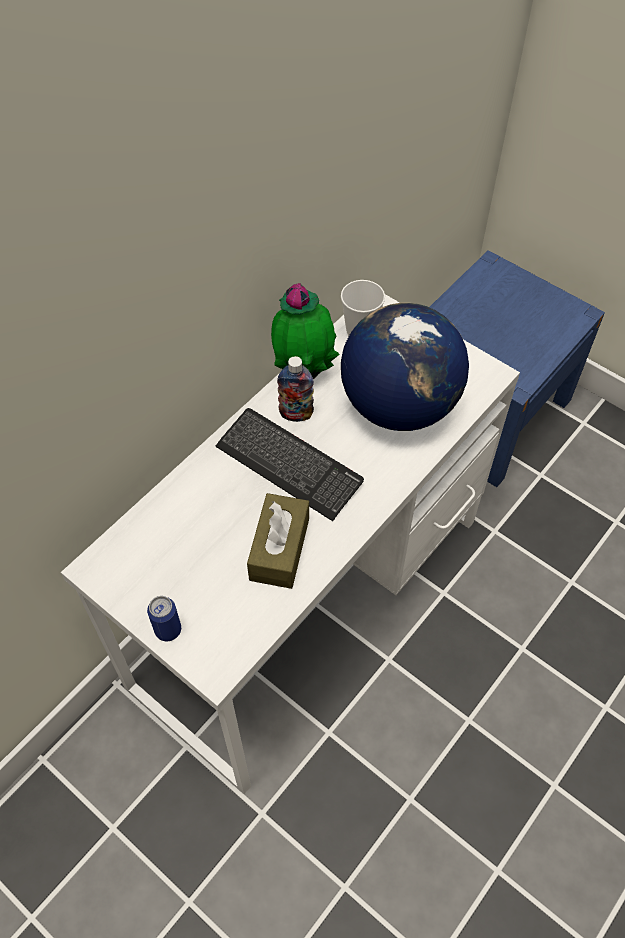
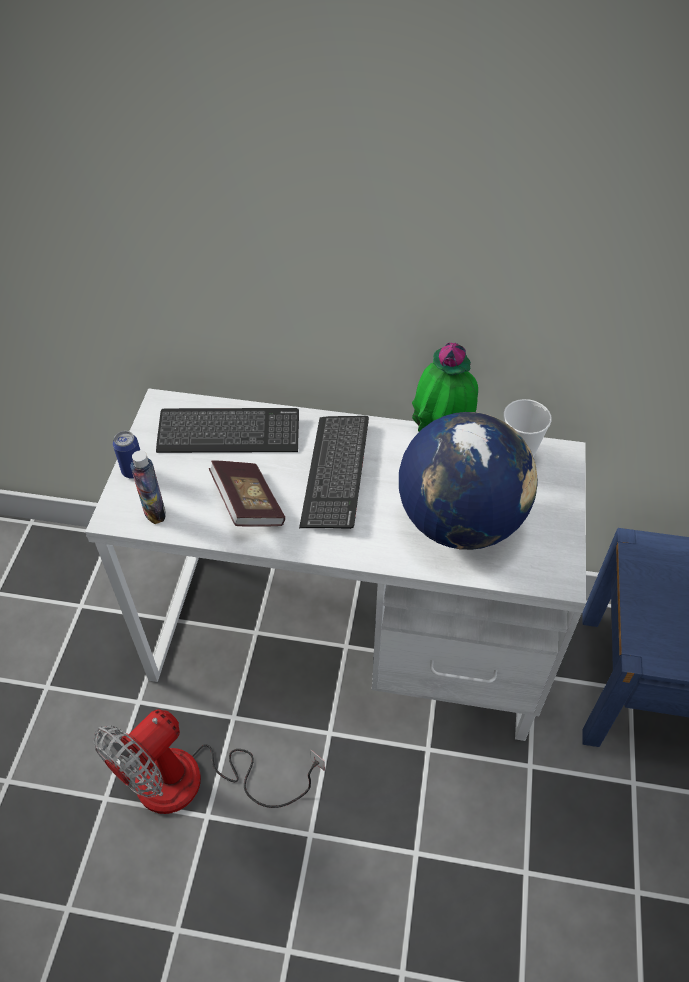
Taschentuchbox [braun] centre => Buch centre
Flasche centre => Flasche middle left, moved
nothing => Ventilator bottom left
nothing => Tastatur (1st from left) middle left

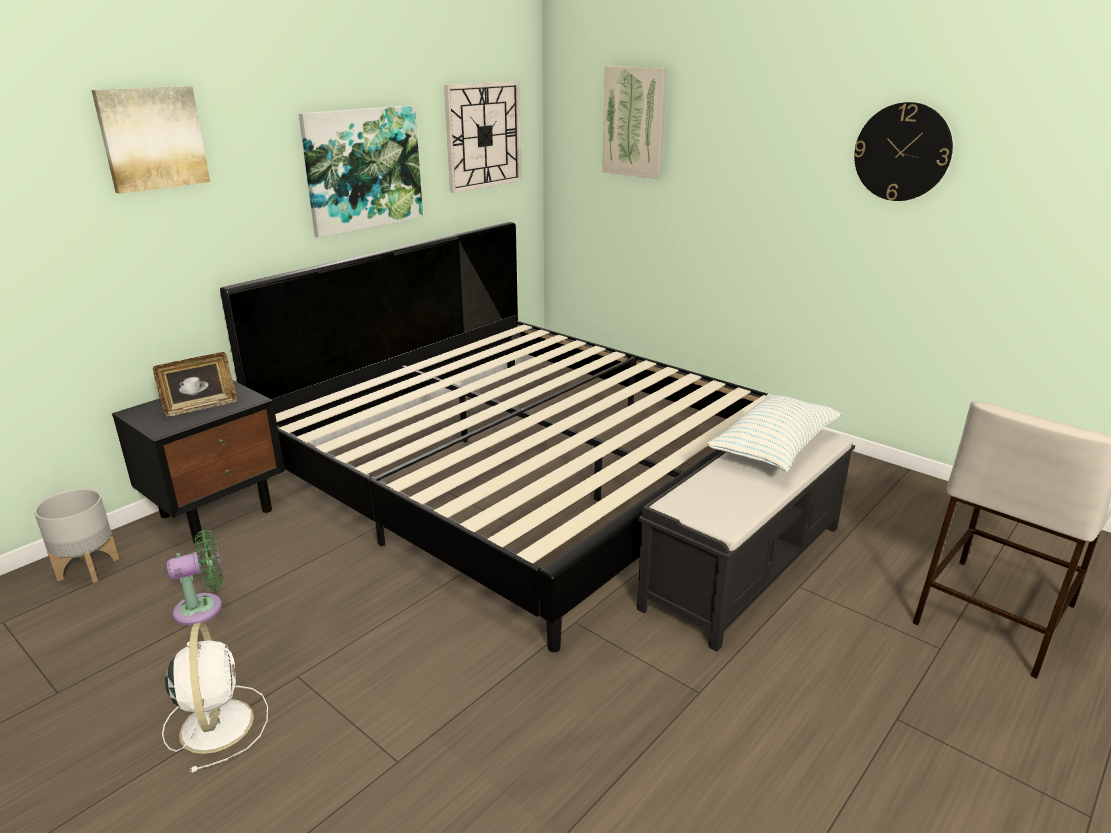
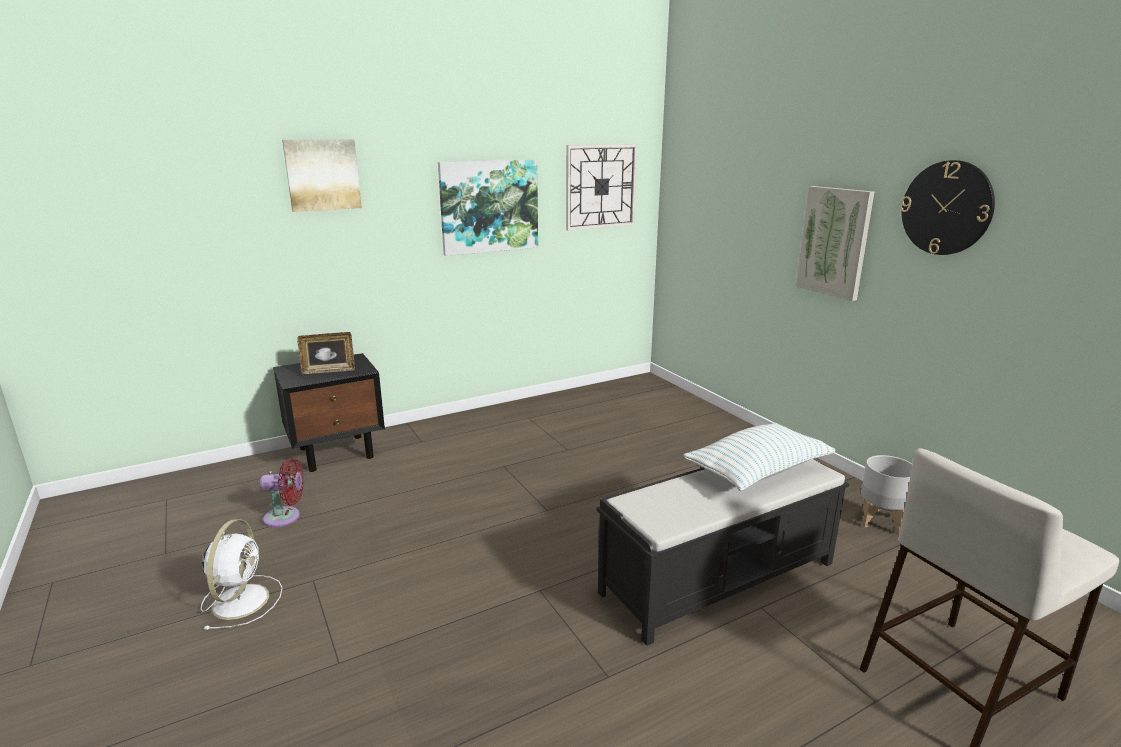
Pflanzkübel [grau] middle left => Pflanzkübel [grau] middle right, moved
Ventilator [grün] bottom left => Ventilator [rot] middle left
Bett centre => nothing
Bild (3rd from left) top centre => Bild (3rd from left) top right, moved

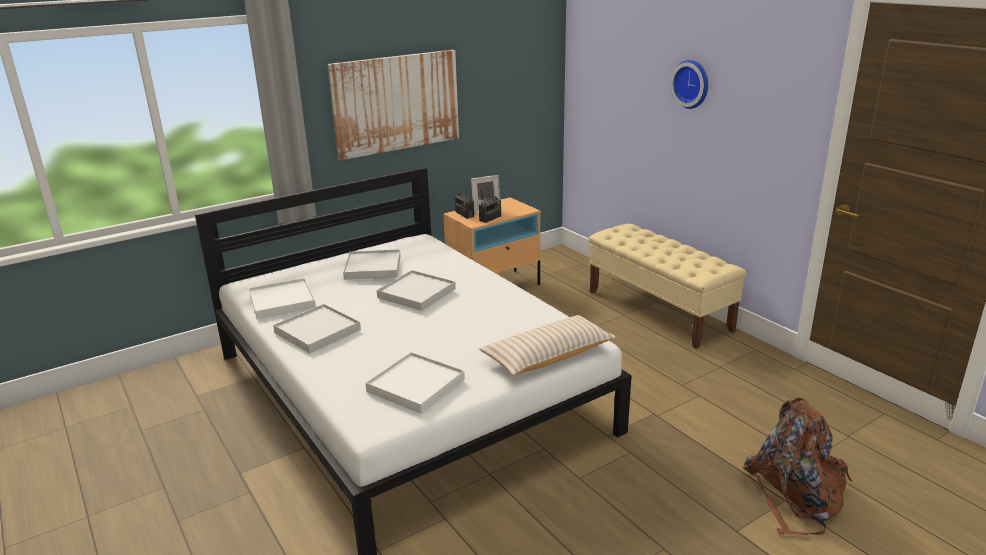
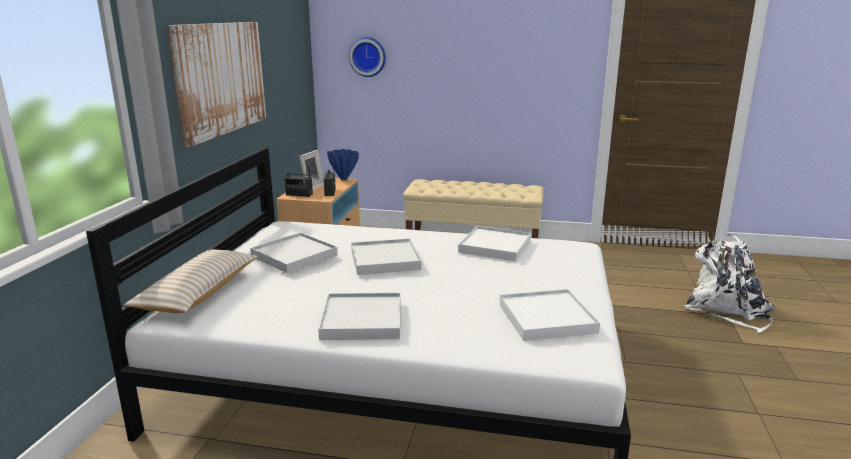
Tablett [weiß] (1st from left in the first image) middle left => Tablett [weiß] (4th from left) centre, moved
Kissen [beige] centre => Kissen [beige] middle left, moved
Wanduhr top right => Wanduhr top centre, moved
Rucksack [braun] bottom right => Rucksack [weiß] middle right
nothing => Vase [blau] centre

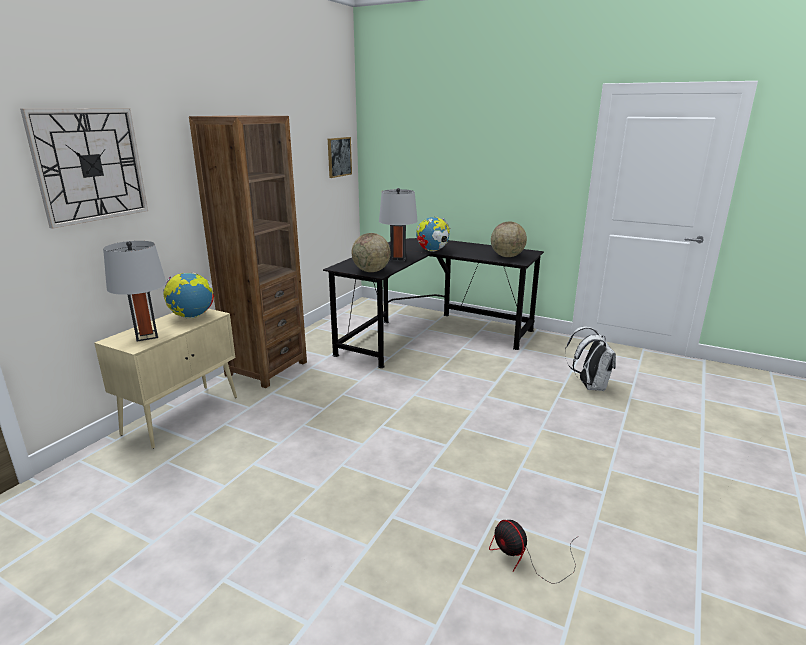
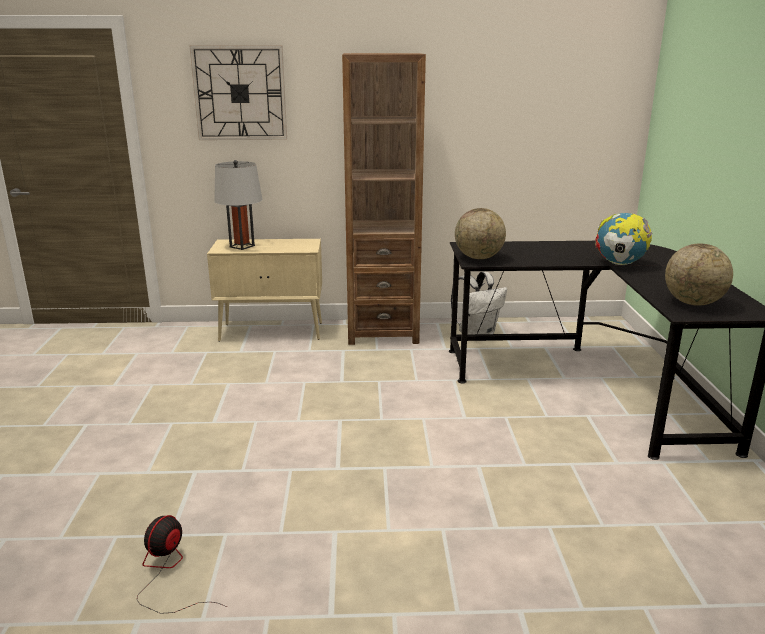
Globus (1st from left) middle left => nothing
Bild top centre => nothing
Tischlampe [grau] (2nd from left) centre => nothing
Rucksack [weiß] middle right => Rucksack [weiß] centre, moved

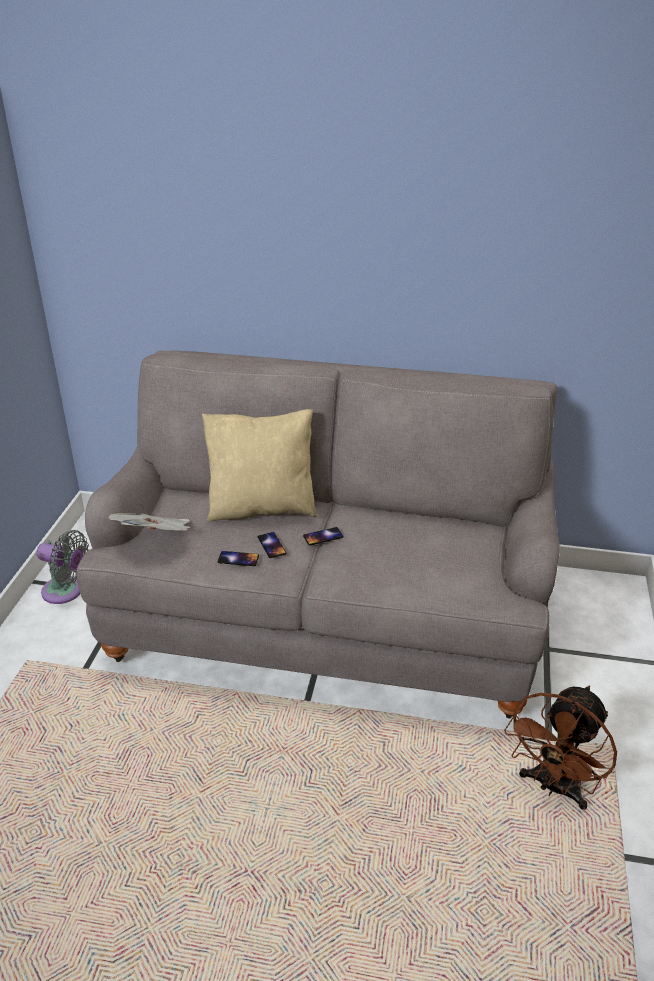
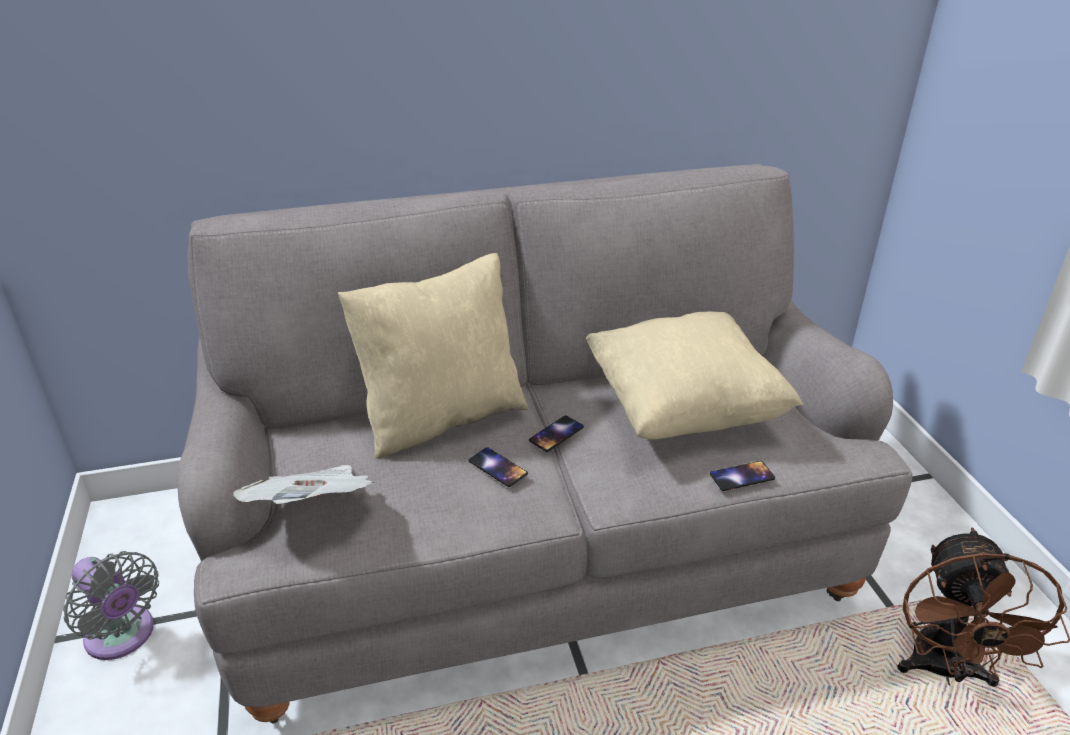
Ventilator [grau] middle left => Ventilator [grau] bottom left, 45 degrees clockwise
Handy (1st from left in the first image) centre => Handy (3rd from left) middle right, moved
nothing => Kissen [beige] (2nd from left) centre

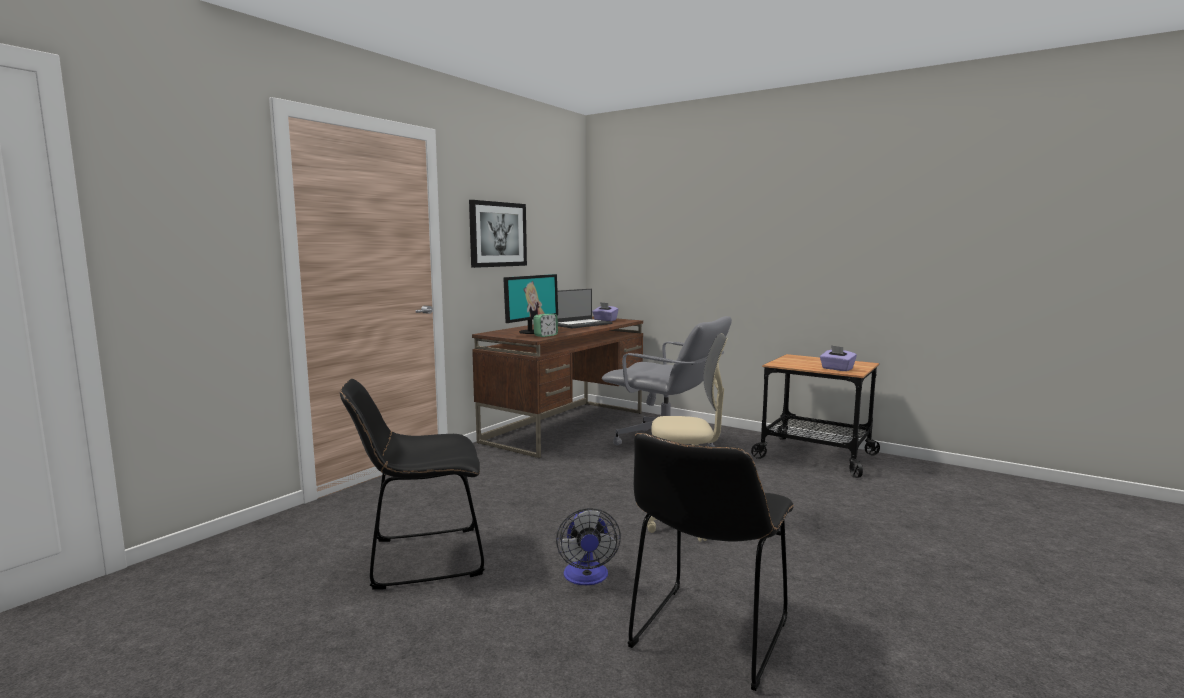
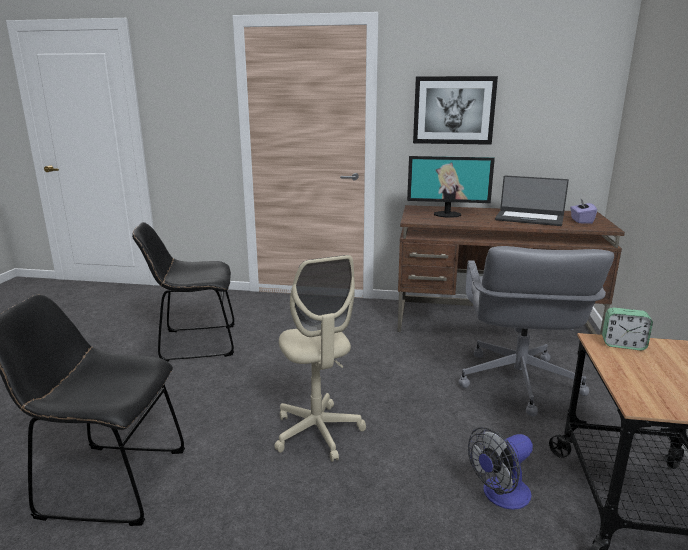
Stuhl [schwarz] (1st from left in the first image) bottom centre => Stuhl [schwarz] (2nd from left) middle left, 60 degrees counterclockwise
Wecker centre => Wecker middle right, moved
Ventilator bottom centre => Ventilator bottom right, moved
Taschentuchbox [lila] (2nd from left) middle right => nothing

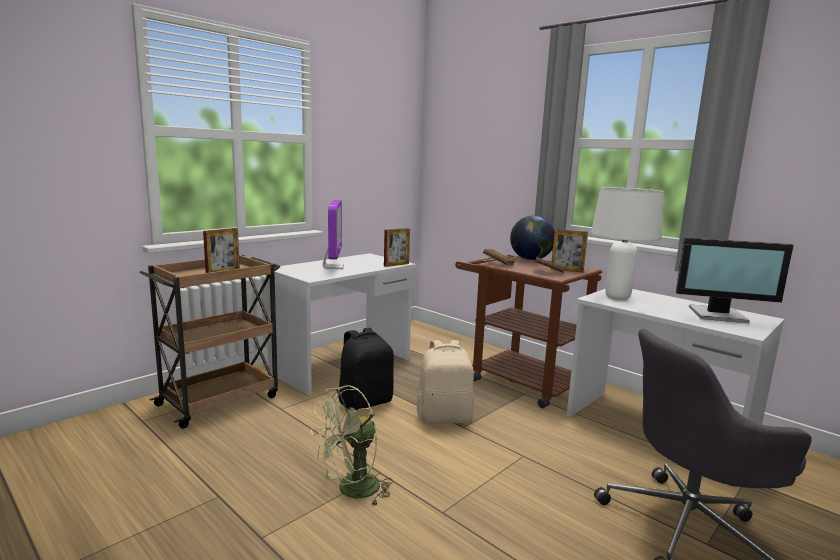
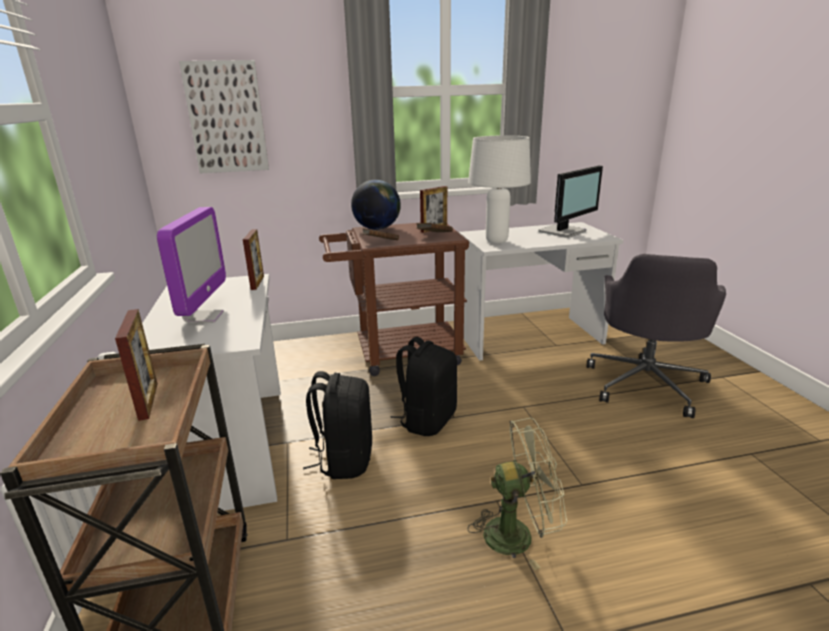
Ventilator [grün] bottom centre, 90 degrees counterclockwise
Monitor (1st from left) centre => Monitor (1st from left) middle left, 60 degrees clockwise
Rucksack [beige] bottom centre => Rucksack [schwarz] (2nd from left) centre
nothing => Bild top left

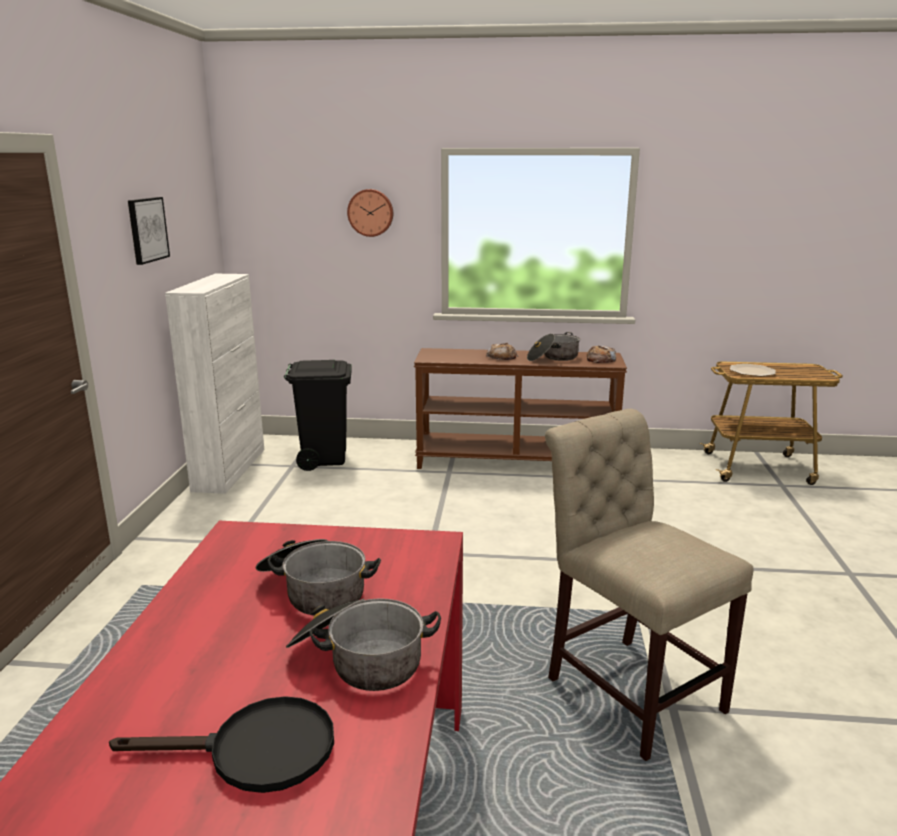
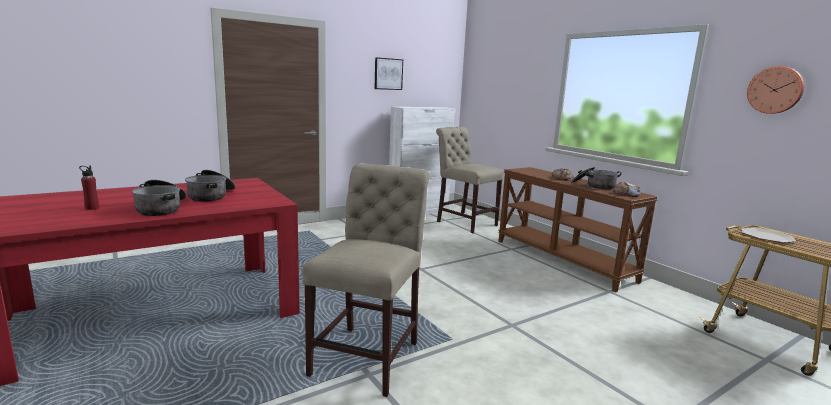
Pfanne [schwarz] bottom left => Flasche [rot] middle left
Mülleimer [schwarz] centre => Stuhl [beige] (2nd from left) centre
Wanduhr top centre => Wanduhr top right, moved

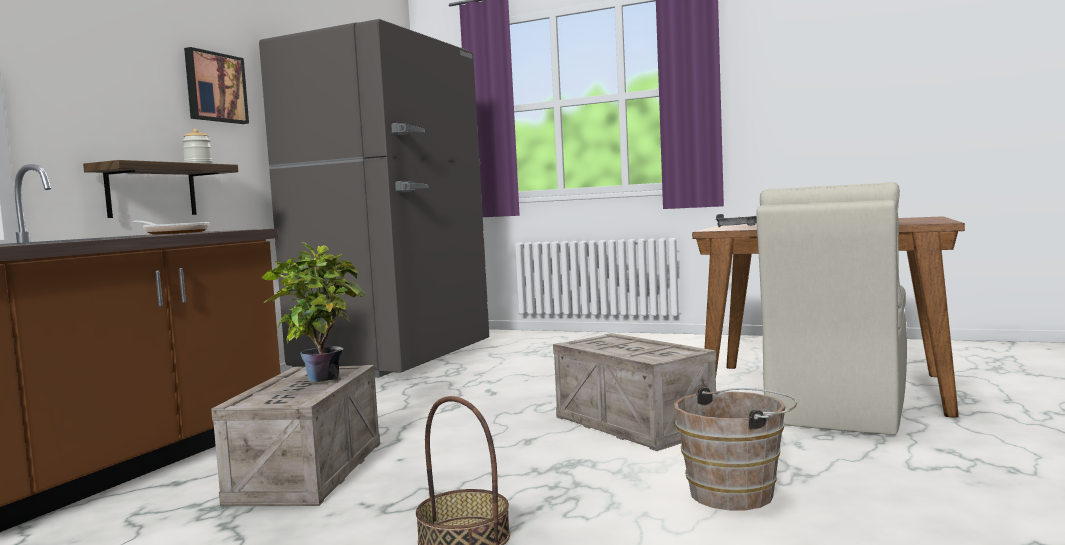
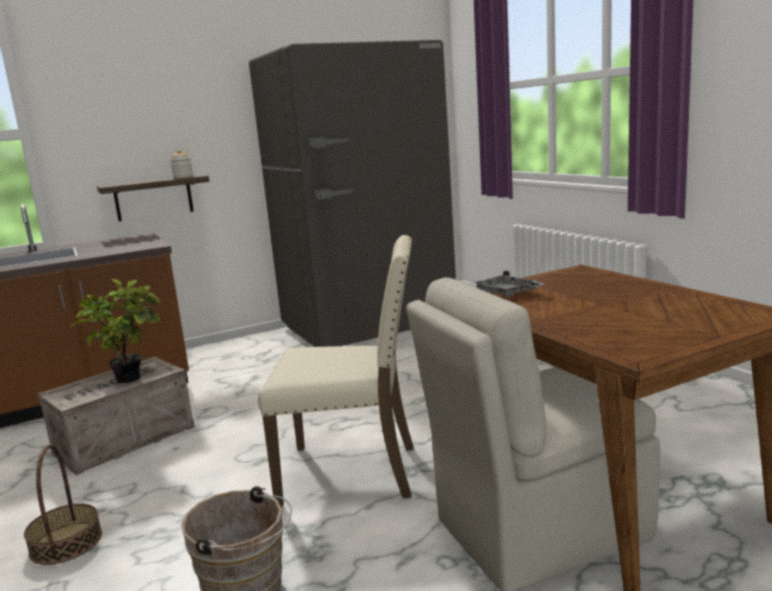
Pfanne middle left => nothing
Bild top left => nothing
Kiste (2nd from left) bottom centre => Stuhl [beige] (1st from left) centre

